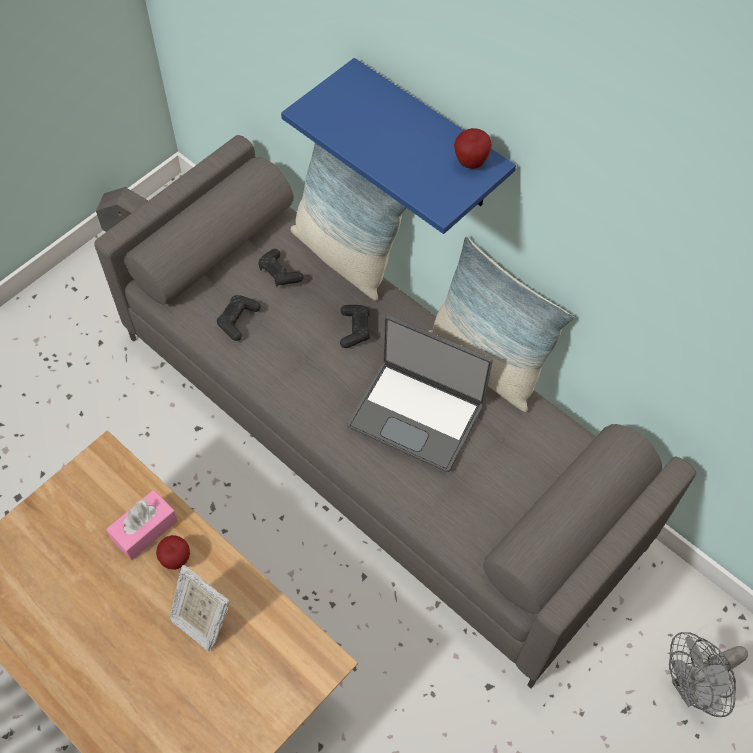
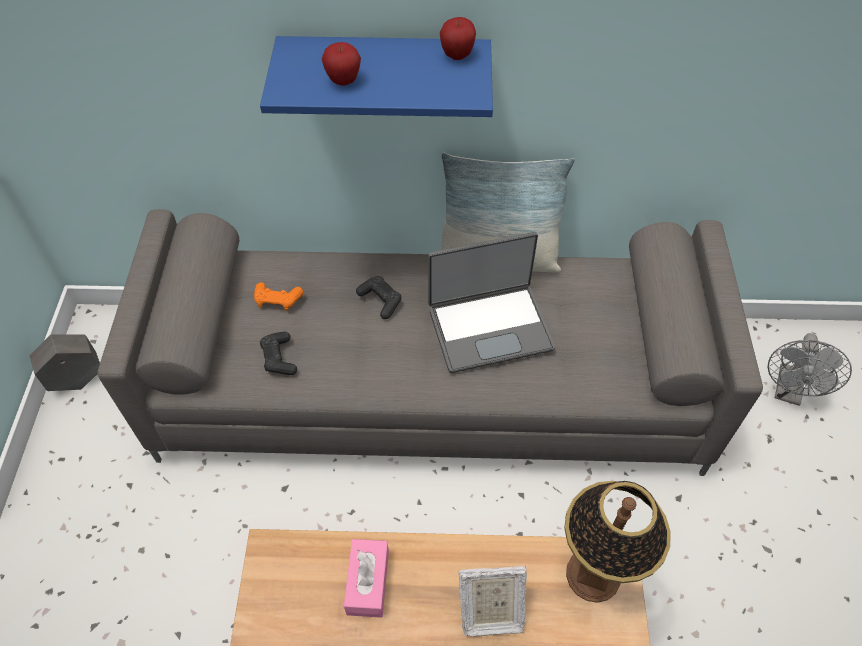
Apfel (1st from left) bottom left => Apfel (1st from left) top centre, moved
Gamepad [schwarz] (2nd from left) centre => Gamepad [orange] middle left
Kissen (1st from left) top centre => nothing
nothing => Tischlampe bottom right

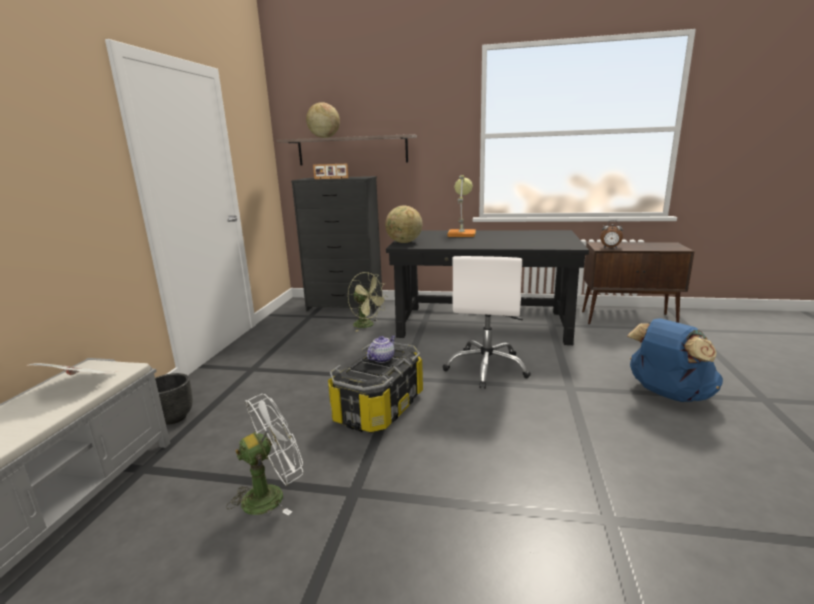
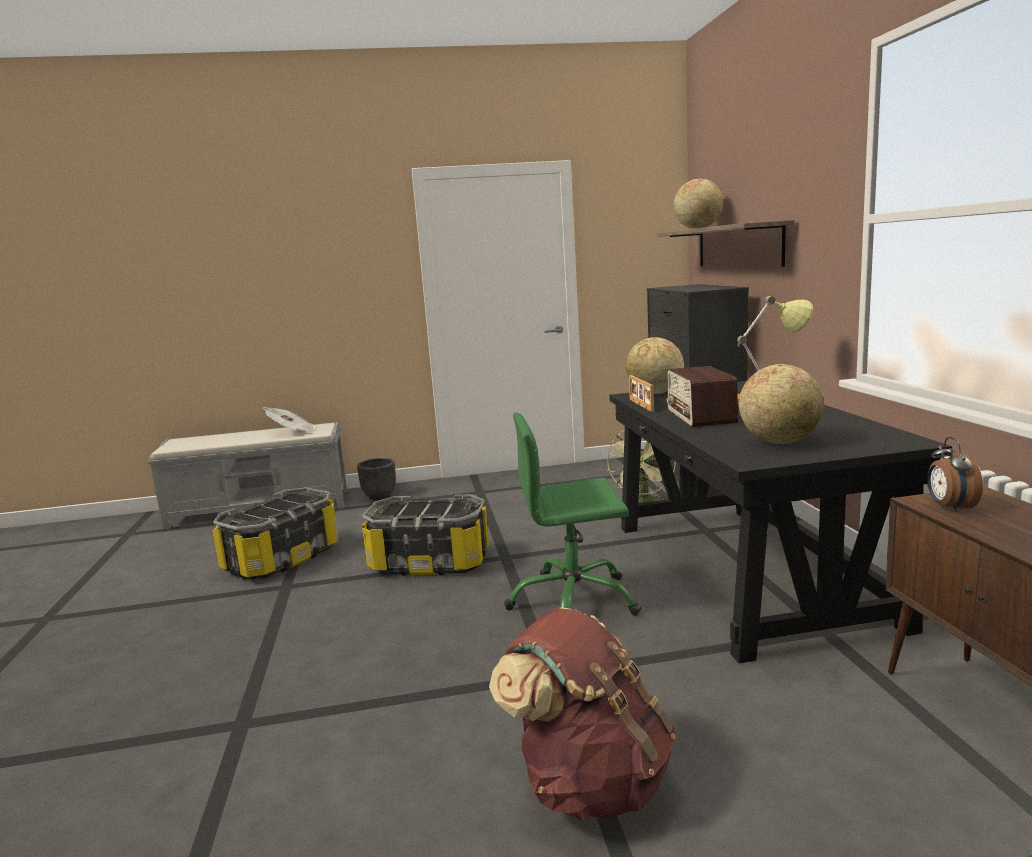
Ventilator [weiß] bottom left => Aufbewahrungsbox (1st from left) middle left
Bilderrahmen top centre => Bilderrahmen centre, moved
Teekanne centre => nothing
Bürostuhl [weiß] centre => Bürostuhl [grün] centre
Rucksack [blau] middle right => Rucksack [braun] bottom centre
nothing => Radio middle right
nothing => Globus (3rd from left) middle right

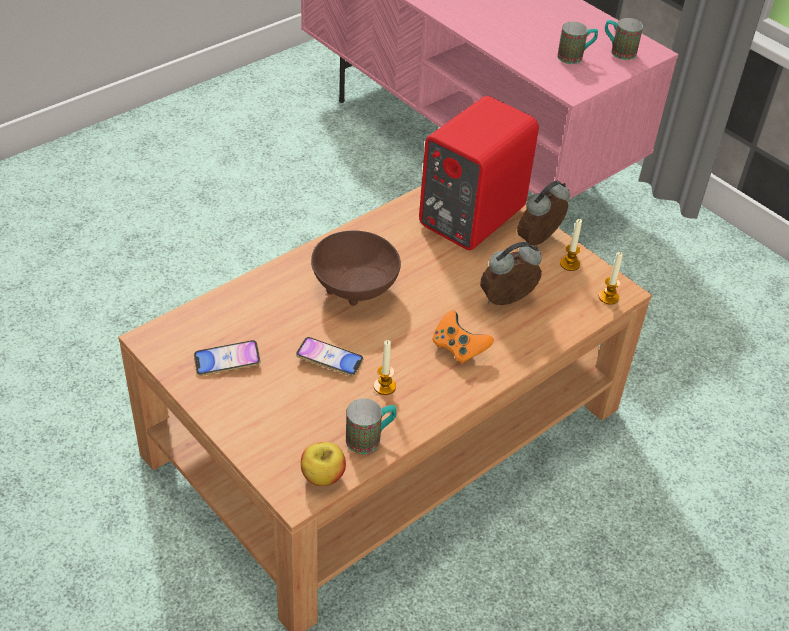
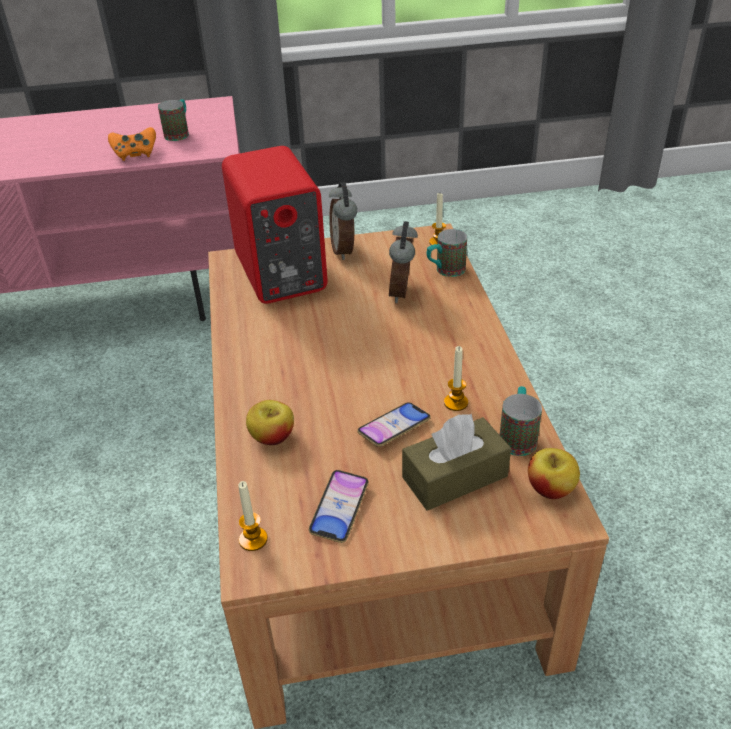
Schüssel [braun] centre => nothing
Gamepad [orange] centre => Gamepad [orange] top left, moved
Kerze (2nd from left in the first image) middle right => Kerze (1st from left) bottom centre, moved
Henkelbecher (3rd from left in the first image) top right => Henkelbecher (2nd from left) centre, moved
nothing => Apfel (1st from left) centre
nothing => Taschentuchbox [braun] centre

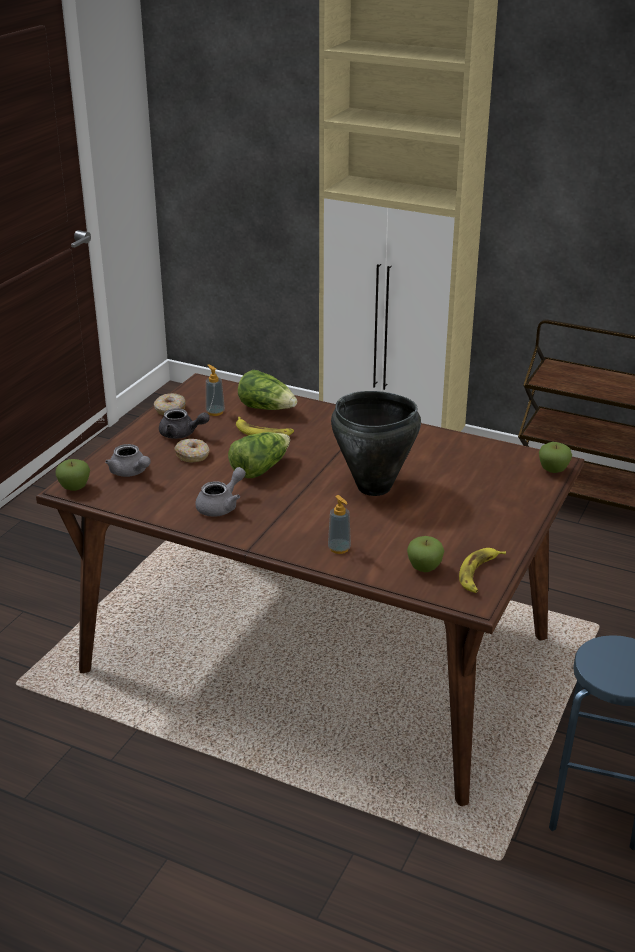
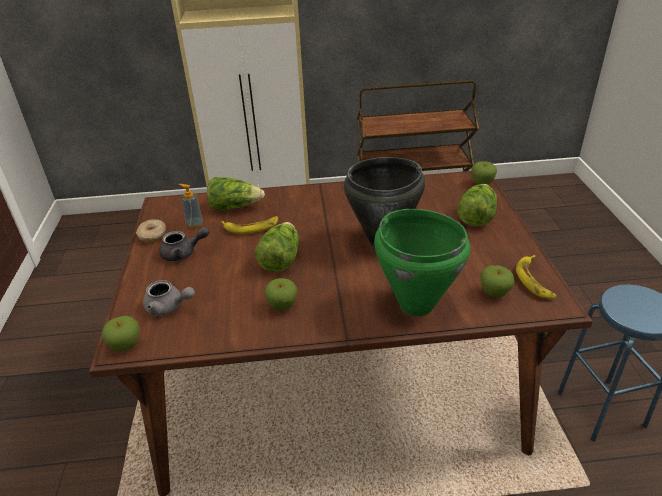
Donut (2nd from left) middle left => nothing
Teekanne [grau] (3rd from left) centre => Apfel (2nd from left) centre
Seifenspender (2nd from left) centre => Kochtopf [grün] centre
nothing => Salatkopf (3rd from left) middle right

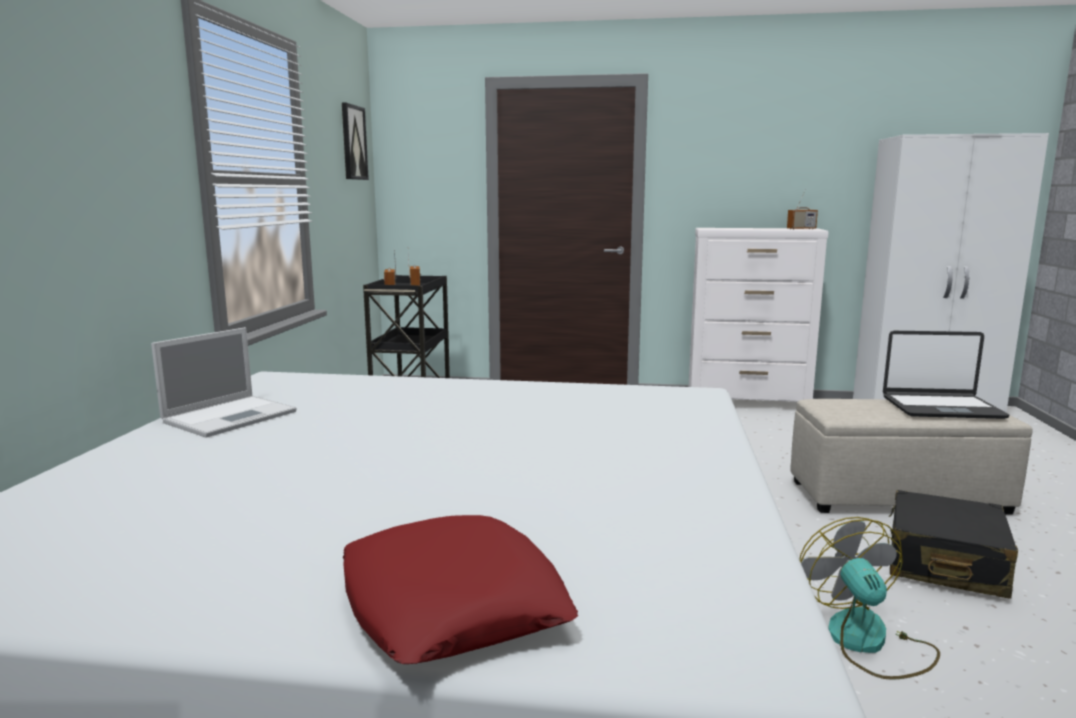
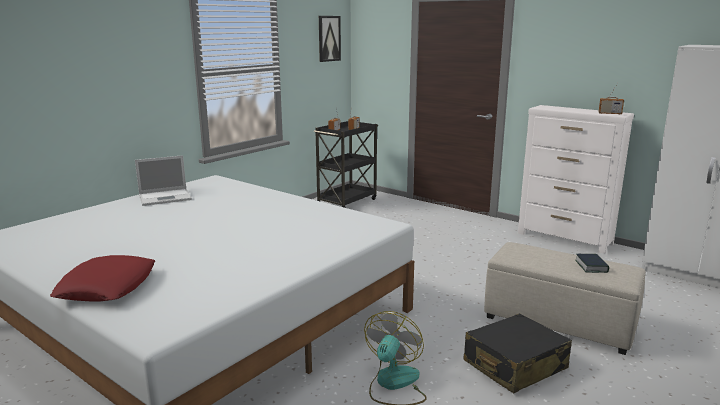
Laptop (2nd from left) middle right => Buch middle right

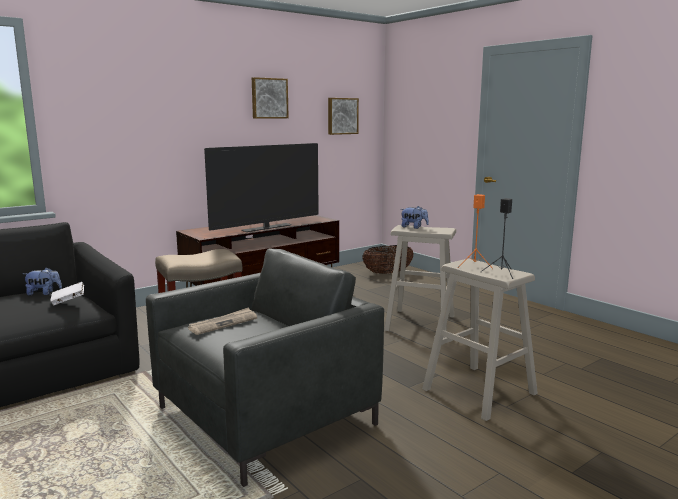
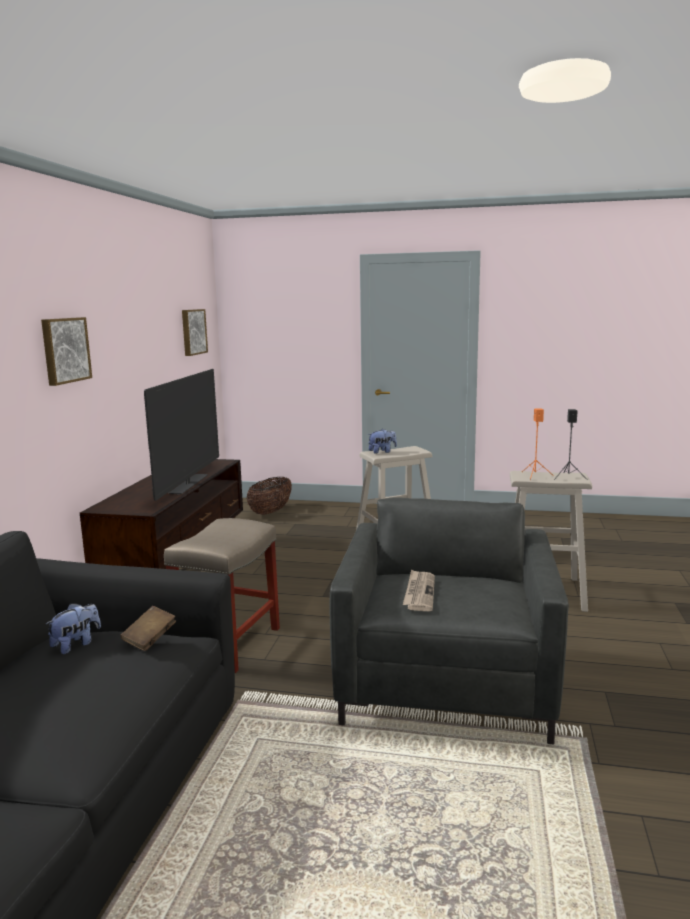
Buch [weiß] middle left => Buch [braun] bottom left
Bild (1st from left) top centre => Bild (1st from left) middle left, moved

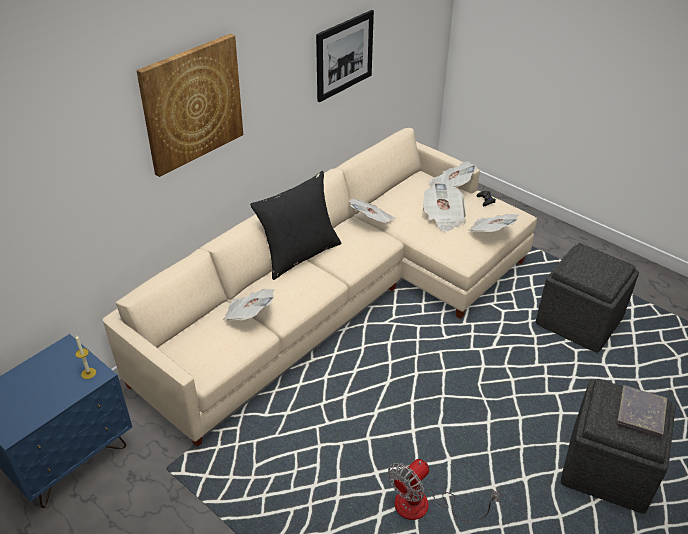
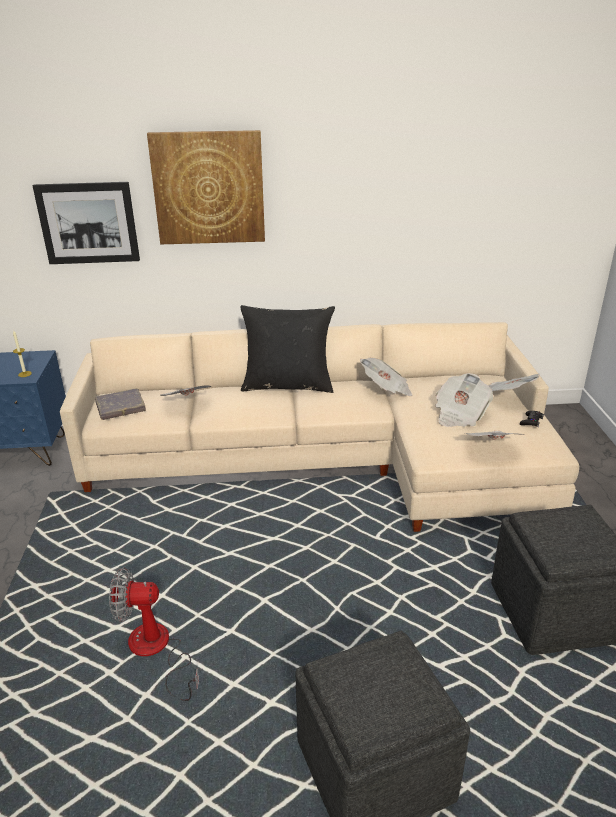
Bild (2nd from left in the first image) top centre => Bild (1st from left) top left, moved
Buch [grau] bottom right => Buch [grau] middle left, moved

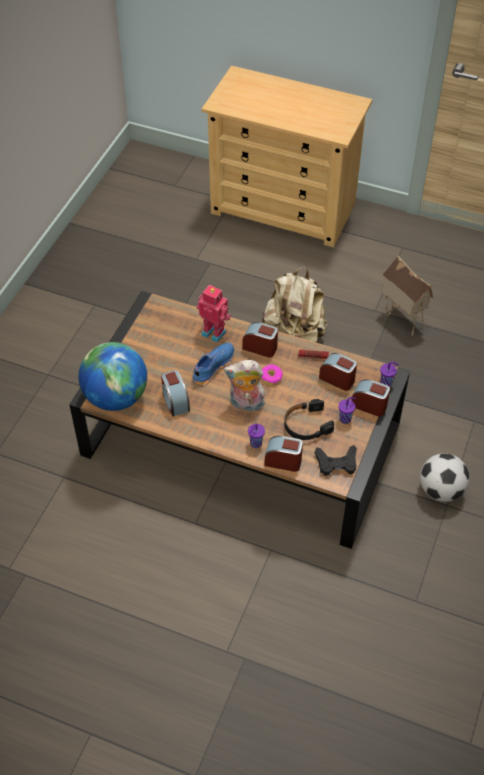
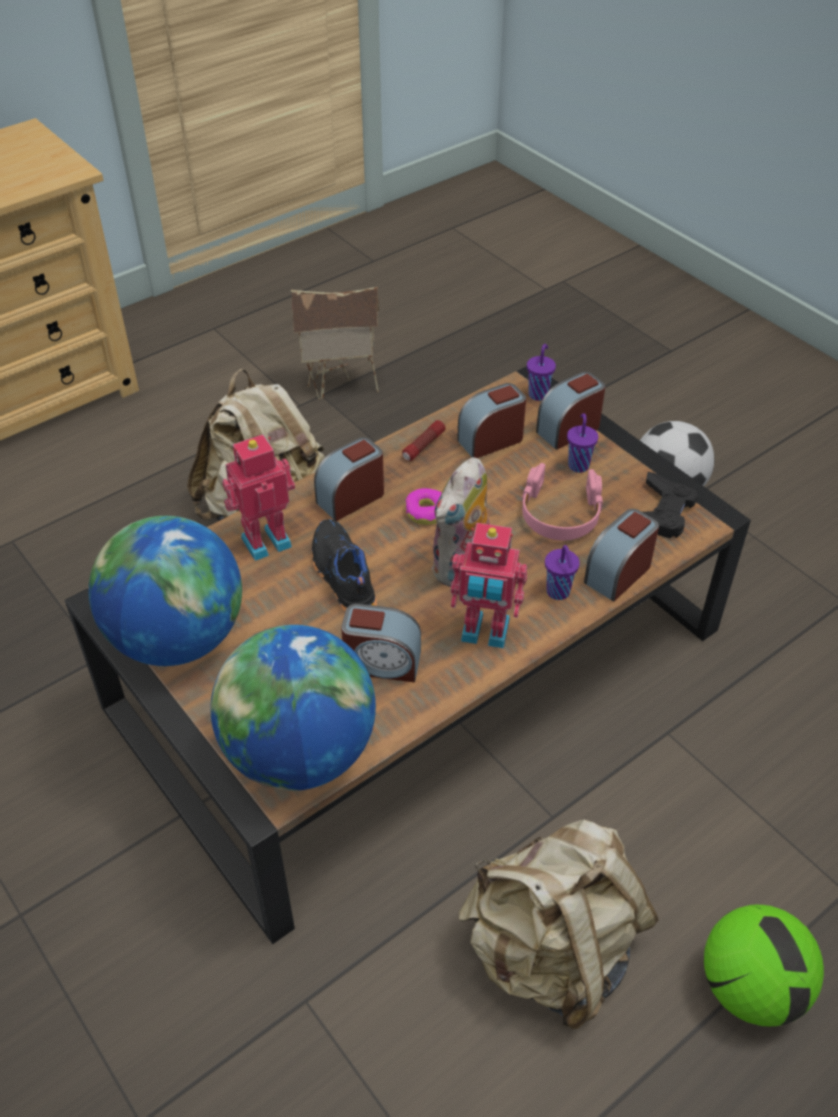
Schuh [blau] centre => Schuh [schwarz] centre
Kopfhörer [schwarz] centre => Kopfhörer [rosa] middle right
nothing => Globus (1st from left) middle left
nothing => Spielzeugroboter (2nd from left) centre
nothing => Rucksack [beige] (2nd from left) bottom right
nothing => Fußball (2nd from left) bottom right

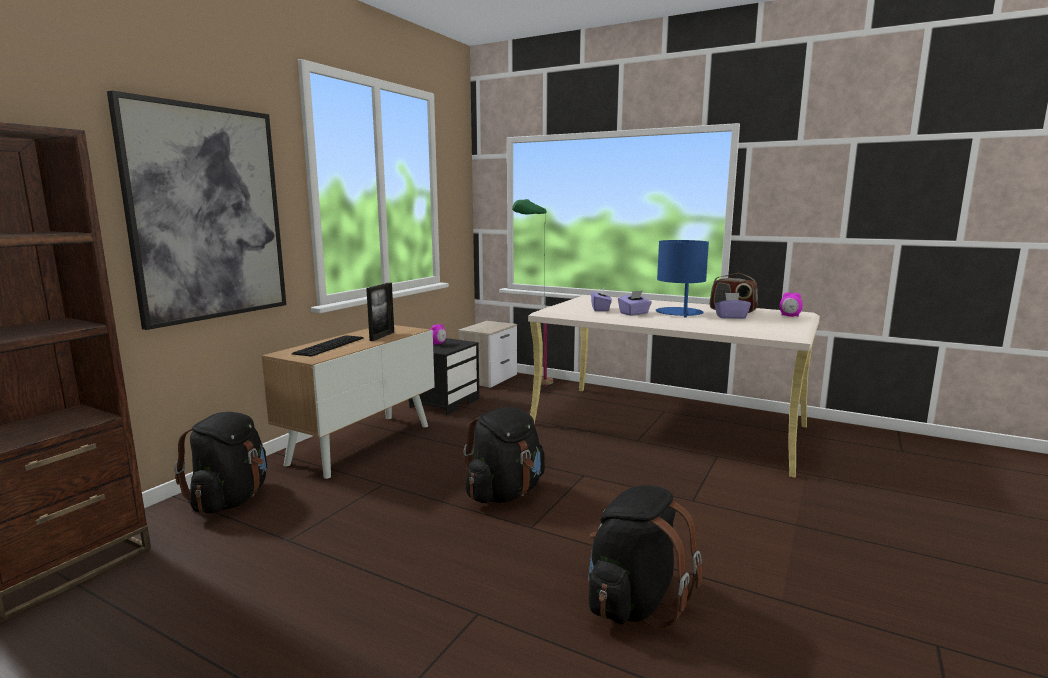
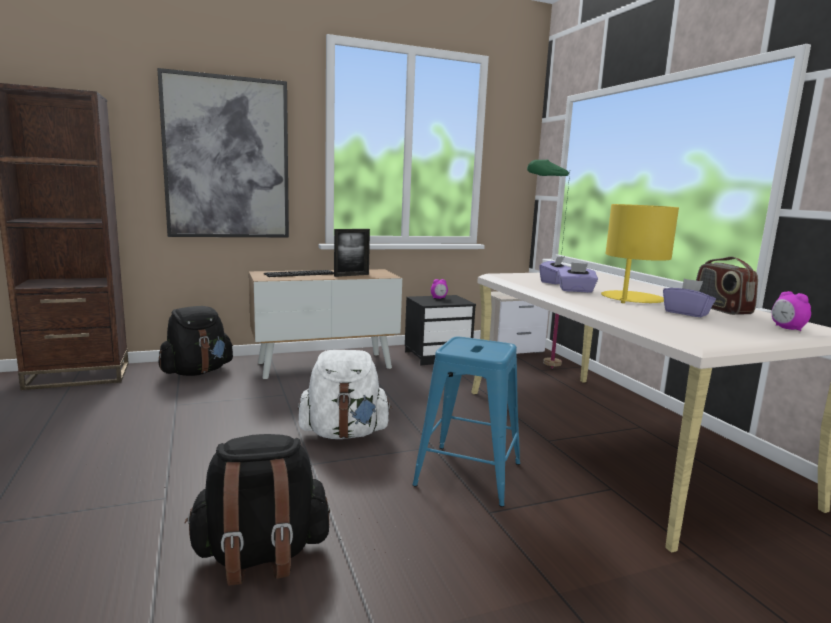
Rucksack [schwarz] (2nd from left) bottom centre => Rucksack [weiß] centre
Tischlampe [blau] centre => Tischlampe [gelb] middle right
nothing => Hocker [blau] bottom centre

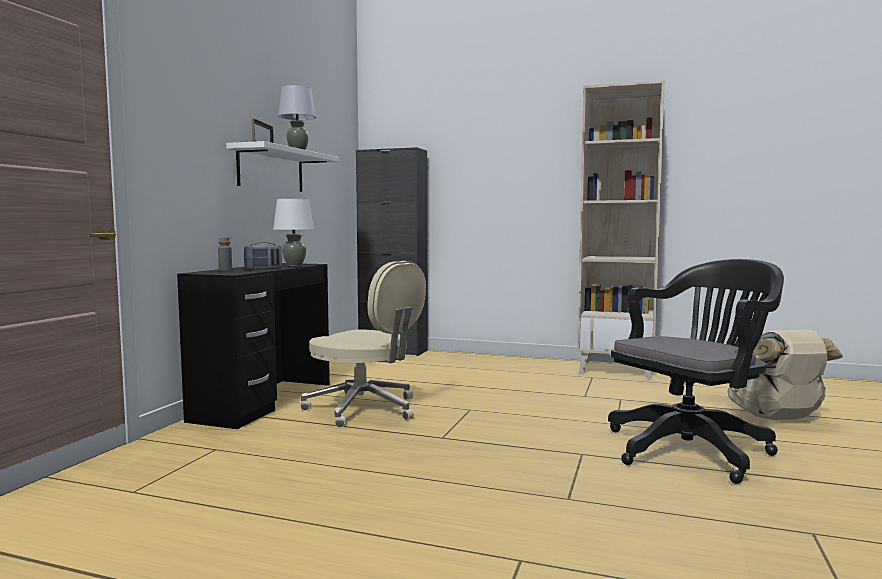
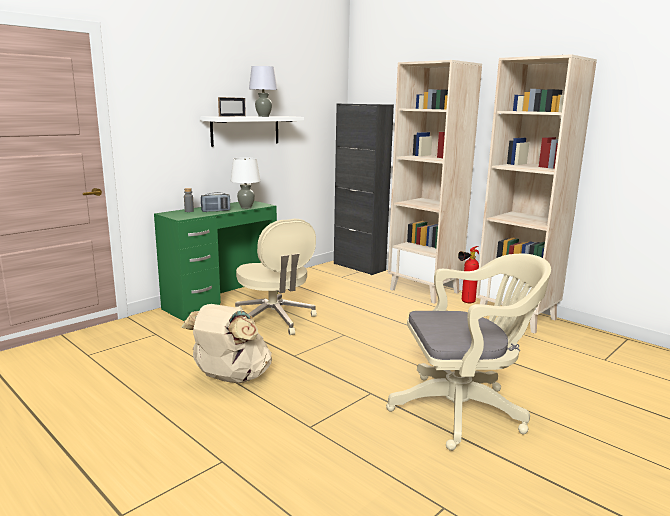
Schreibtisch [schwarz] middle left => Schreibtisch [grün] middle left
Bürostuhl [schwarz] middle right => Bürostuhl [beige] (2nd from left) bottom right
Rucksack [beige] middle right => Rucksack [beige] centre, moved
nothing => Bücherregal [beige] (1st from left) centre
nothing => Feuerlöscher middle right

